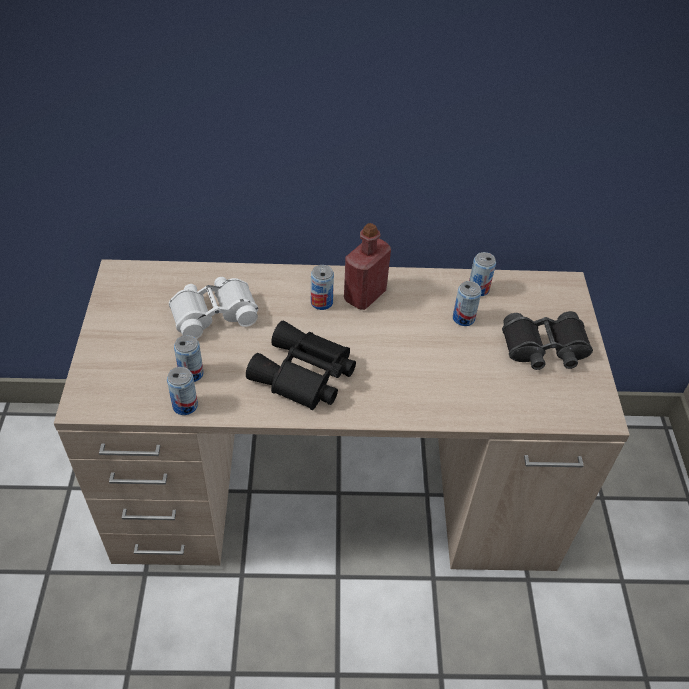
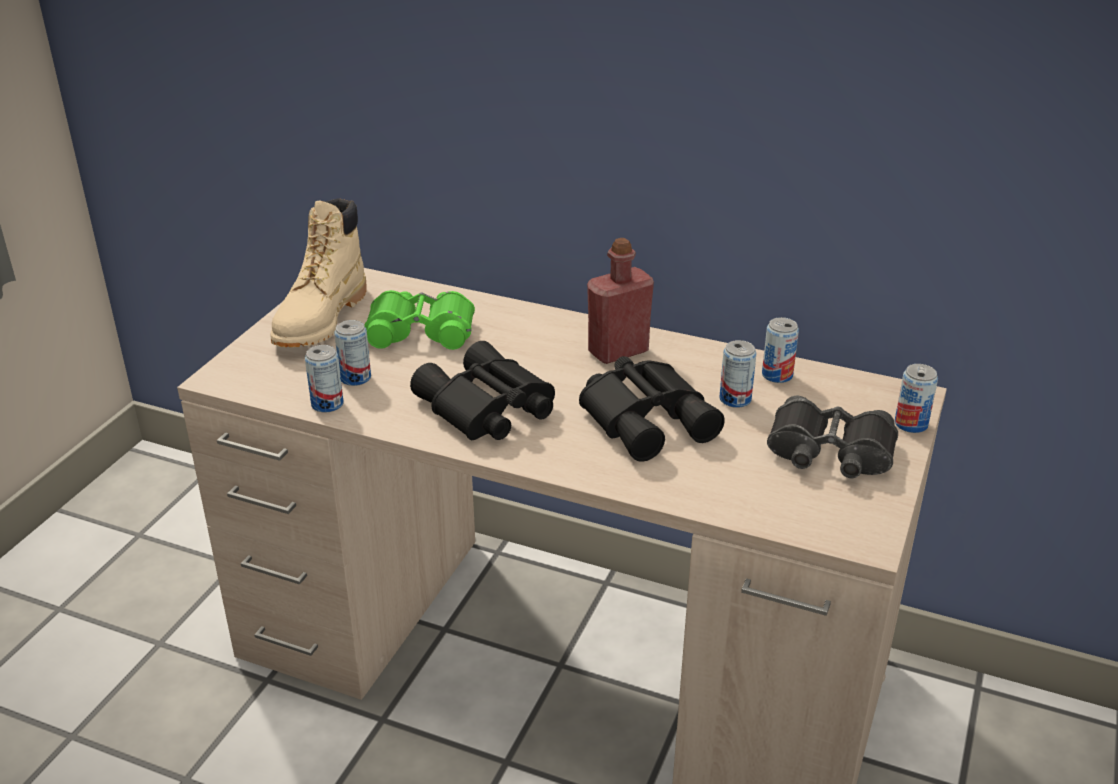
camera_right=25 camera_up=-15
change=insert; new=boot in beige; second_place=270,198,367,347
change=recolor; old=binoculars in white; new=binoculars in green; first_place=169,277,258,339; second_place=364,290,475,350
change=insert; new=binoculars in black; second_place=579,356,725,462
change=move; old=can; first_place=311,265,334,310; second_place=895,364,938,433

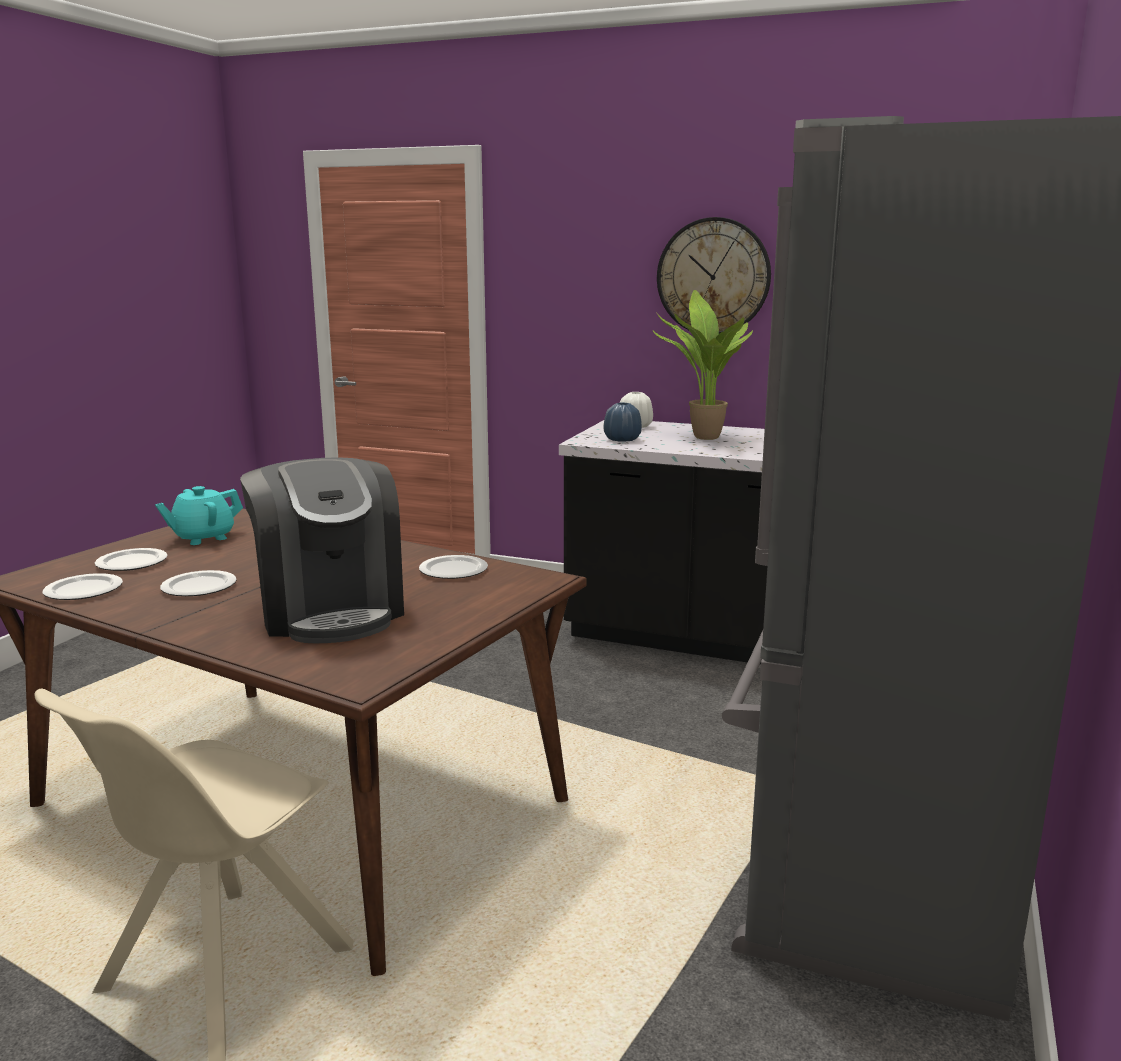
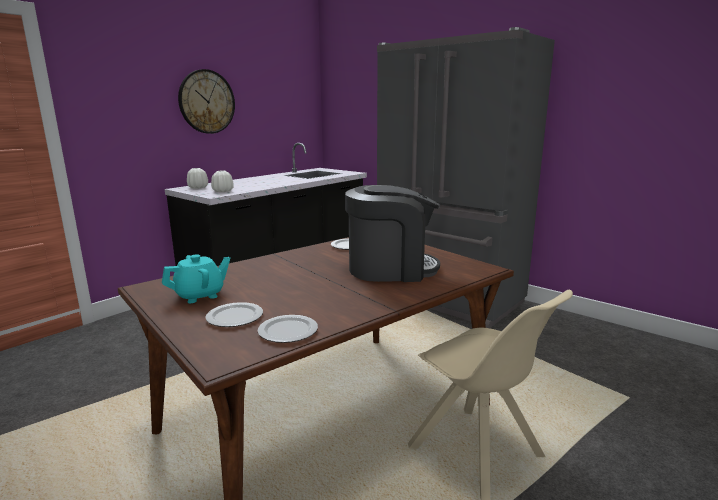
camera_right=-70 camera_up=0
change=rotate; old=teapot in turquoise; first_place=155,486,243,545; second_place=162,255,230,303; degrees=-105
change=recolor; old=vase in blue; new=vase in white; first_place=604,403,642,442; second_place=211,171,234,192
change=delete; old=plate; first_place=160,570,237,596
change=delete; old=potted plant; first_place=653,290,753,440

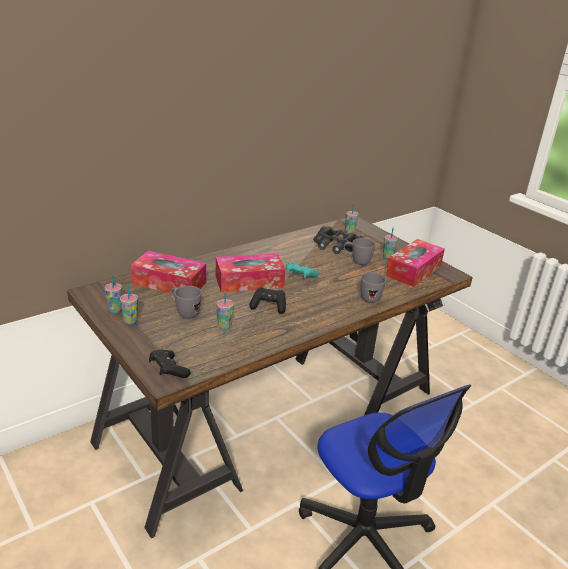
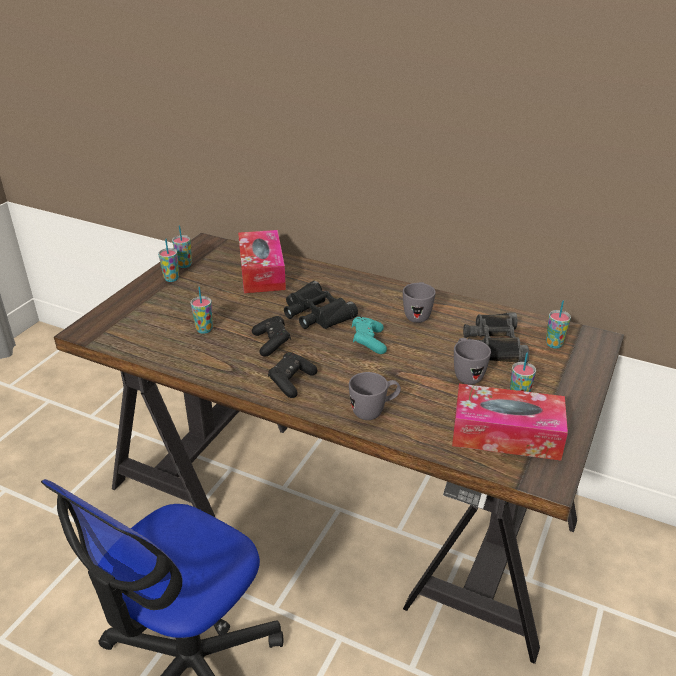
camera_right=65 camera_up=5
change=move; old=game controller in black; first_place=149,350,191,378; second_place=268,352,317,398
change=replace; old=tissue box; new=binoculars in black; first_place=216,253,286,293; second_place=284,281,358,329
change=move; old=mug in grey; first_place=171,286,202,319; second_place=403,282,436,323

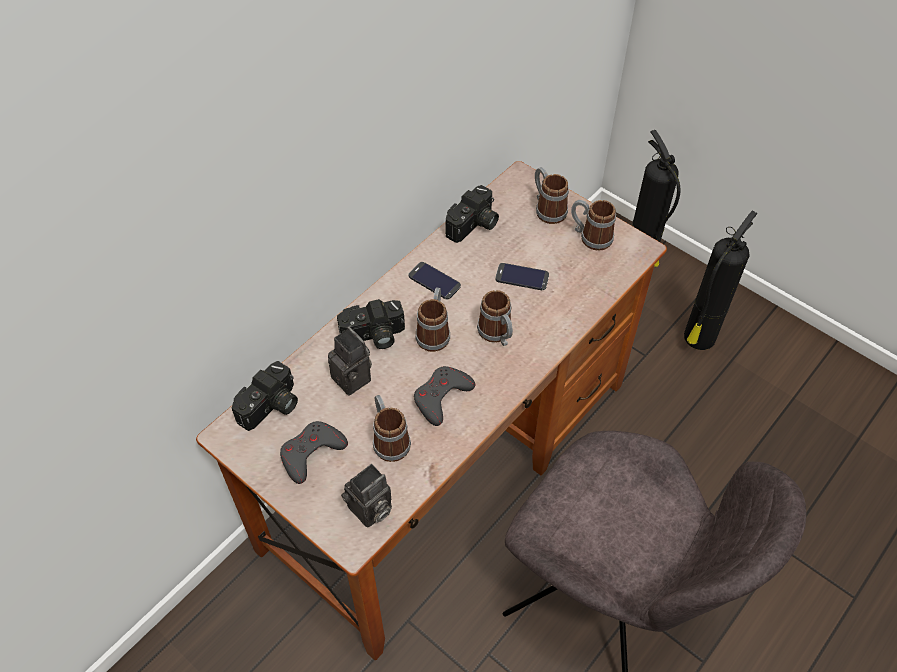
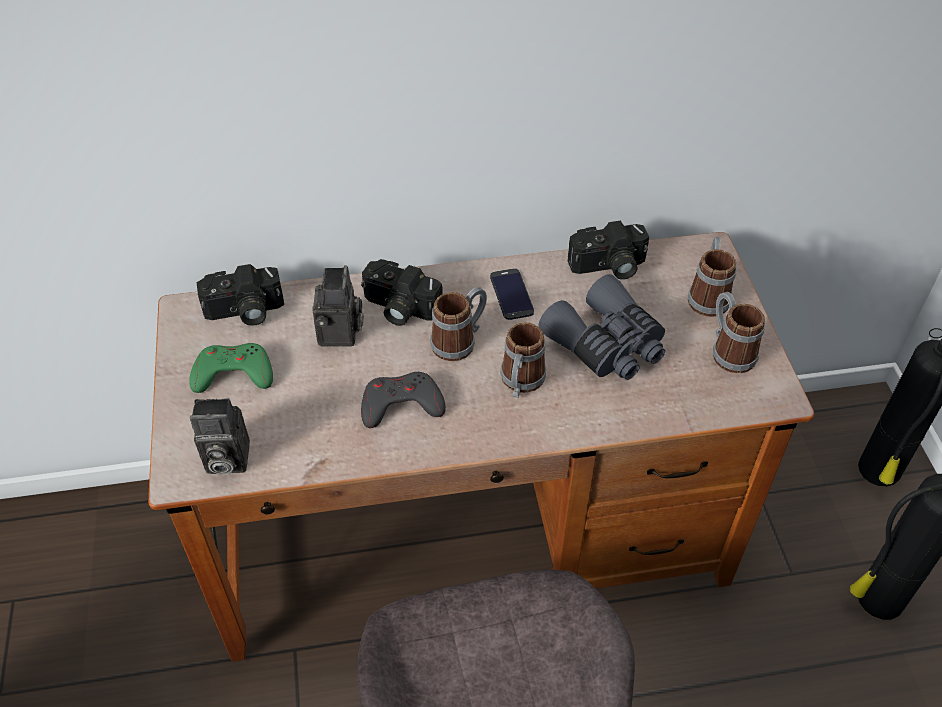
camera_right=40 camera_up=-5
change=recolor; old=game controller in grey; new=game controller in green; first_place=280,421,348,484; second_place=189,343,273,393
change=replace; old=phone; new=binoculars in grey; first_place=495,263,549,290; second_place=539,274,665,380
change=delete; old=mug; first_place=373,395,411,462

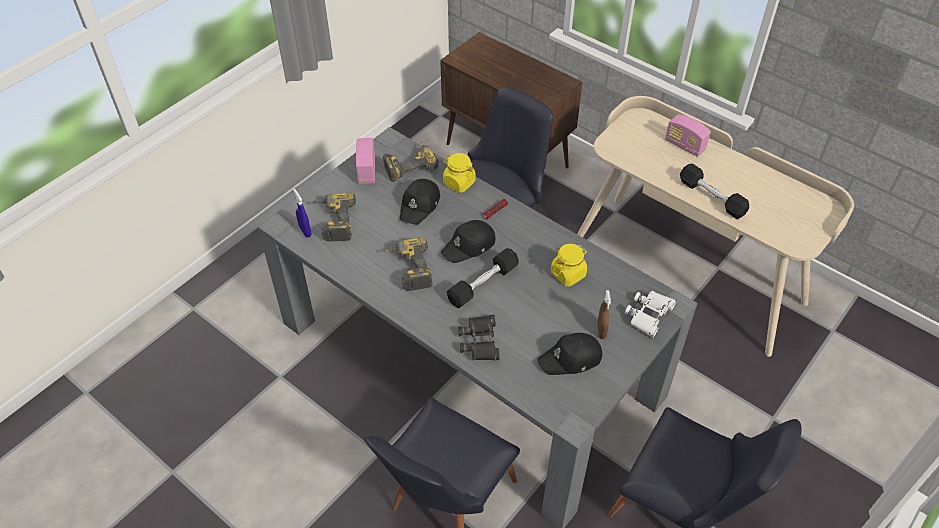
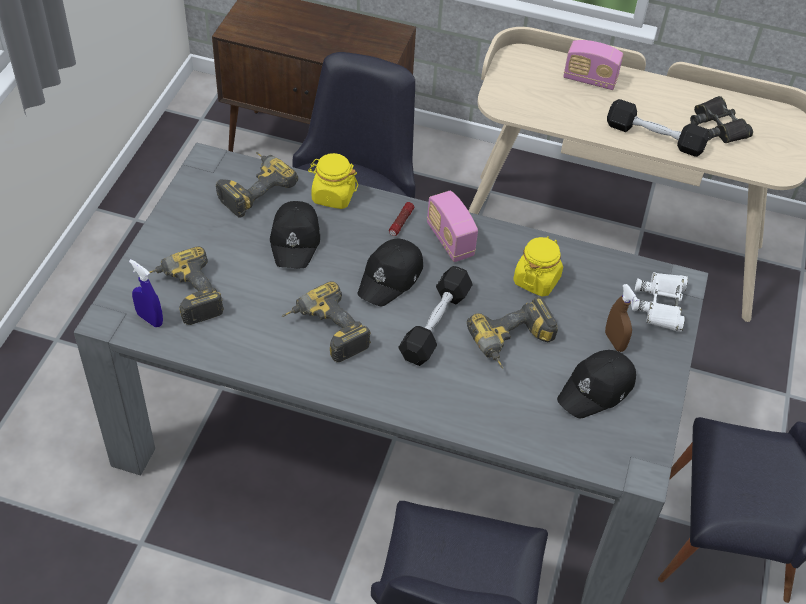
camera_right=-25 camera_up=0
change=move; old=radio; first_place=356,138,375,184; second_place=427,191,478,262
change=insert; new=power drill; second_place=467,296,558,369
change=move; old=binoculars in black; first_place=458,315,500,361; second_place=690,96,753,143

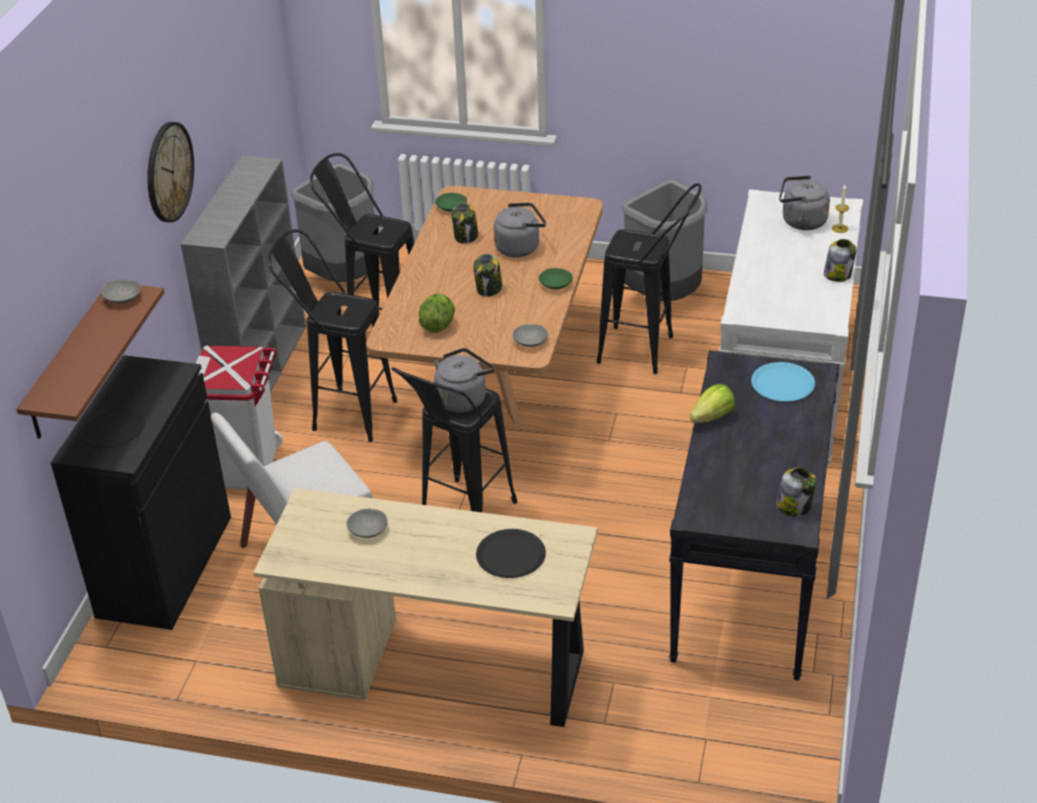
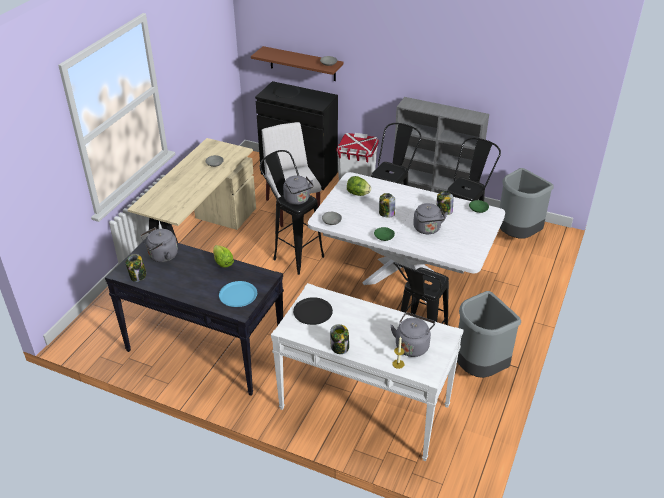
camera_right=100 camera_up=0
change=insert; new=kettle in grey; second_place=140,227,178,262
change=move; old=plate in black; first_place=476,529,546,578; second_place=293,297,333,325
change=recolor; old=dining table in brown; new=dining table in white; first_place=366,186,603,425; second_place=308,172,505,303
change=delete; old=wall clock; first_place=147,122,194,222

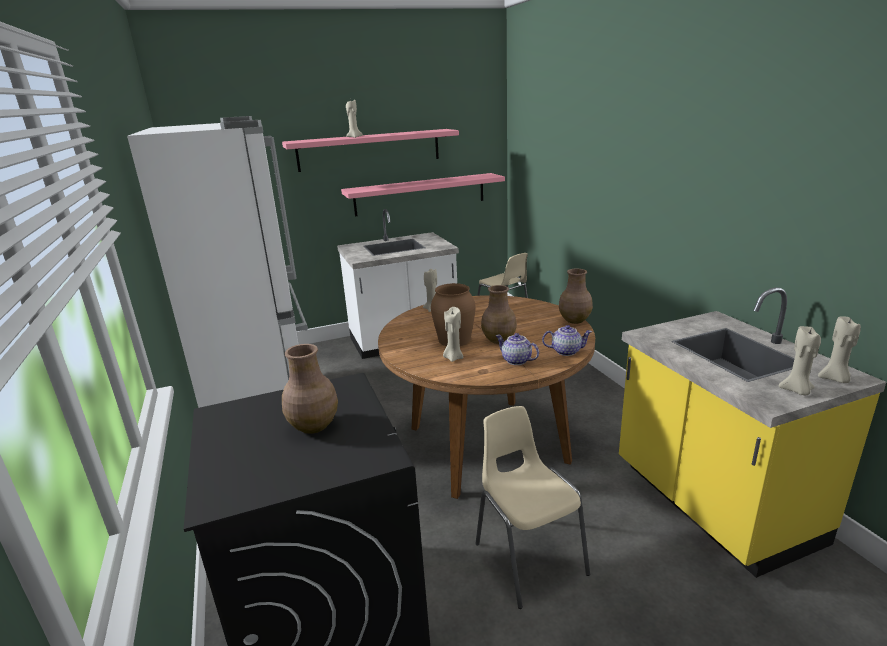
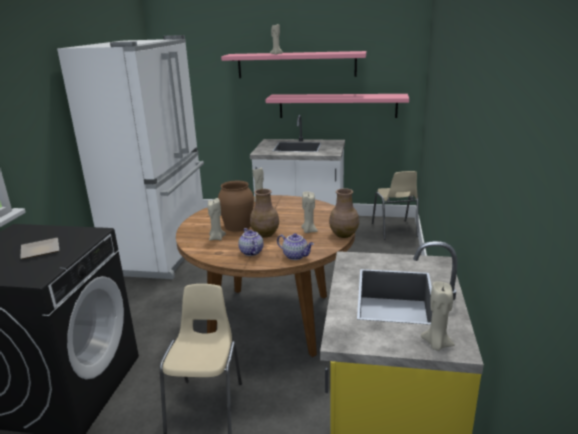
camera_right=30 camera_up=0
change=replace; old=vase in brown; new=plate; first_place=282,344,338,434; second_place=20,238,59,259
change=move; old=candle in beige; first_place=779,326,821,395; second_place=301,191,318,233

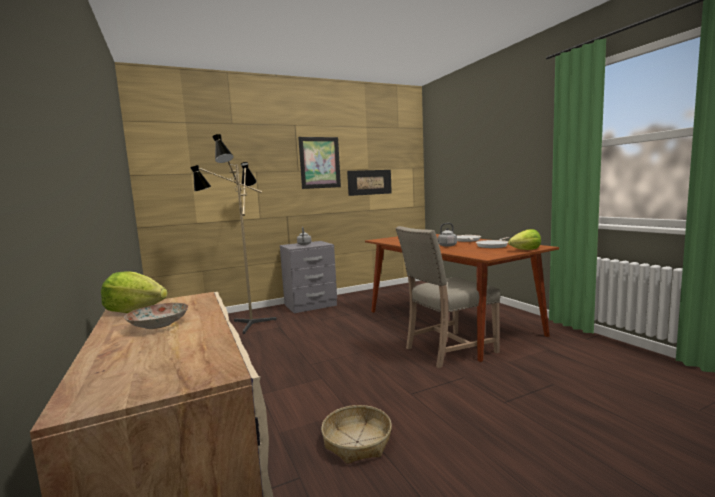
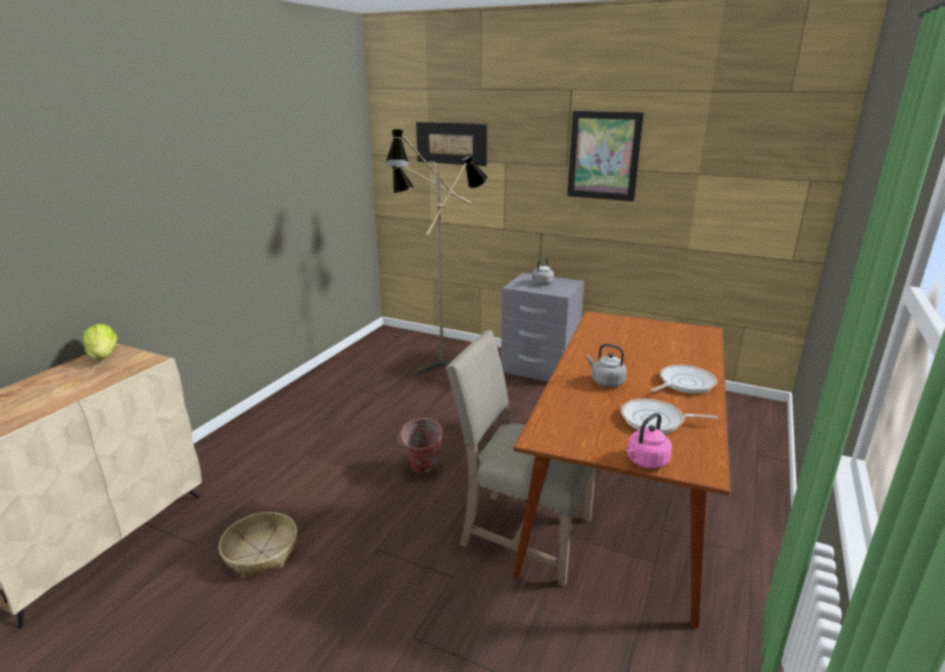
camera_right=50 camera_up=15
change=insert; new=bucket; second_place=397,418,443,474
change=move; old=picture; first_place=347,170,392,196; second_place=416,122,487,166
change=replace; old=lettuce; new=kettle in pink; first_place=508,229,541,250; second_place=626,413,672,469
change=delete; old=plate; first_place=124,303,188,329

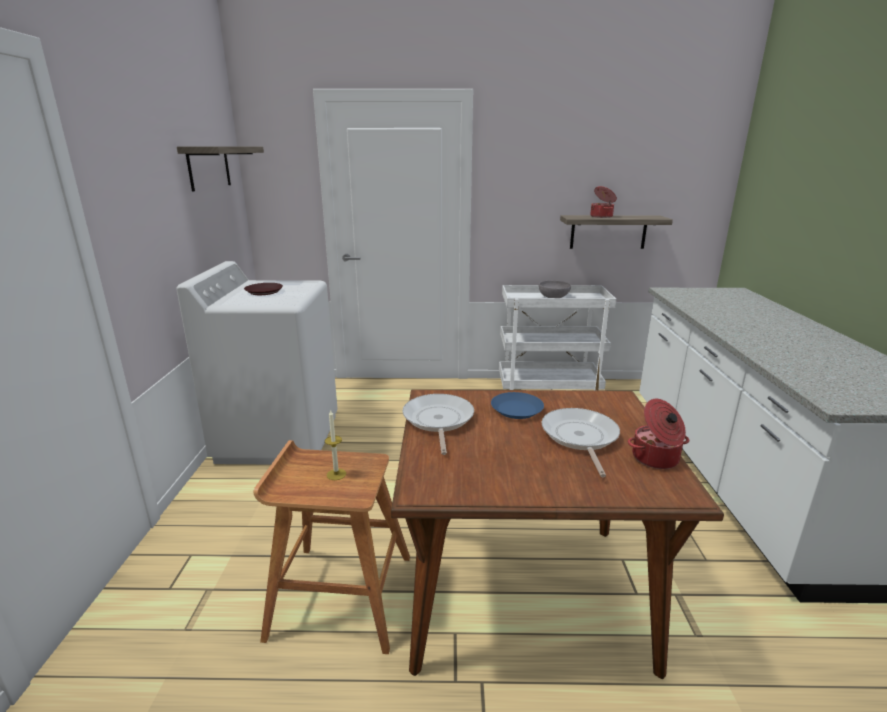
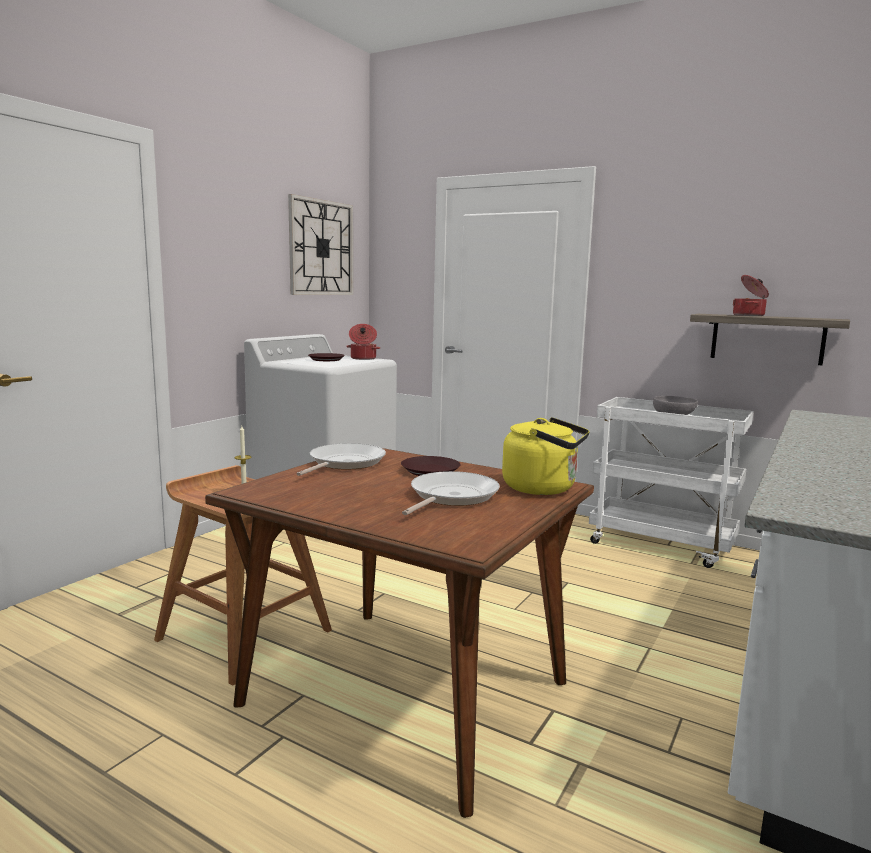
camera_right=30 camera_up=-10
change=replace; old=shelf; new=wall clock; first_place=177,146,264,192; second_place=288,194,353,295
change=move; old=cooking pot; first_place=628,399,689,469; second_place=346,324,380,360
change=recolor; old=plate in blue; new=plate in brown; first_place=491,392,544,419; second_place=401,456,461,476
change=insert; new=kettle in yellow; second_place=502,417,590,495

